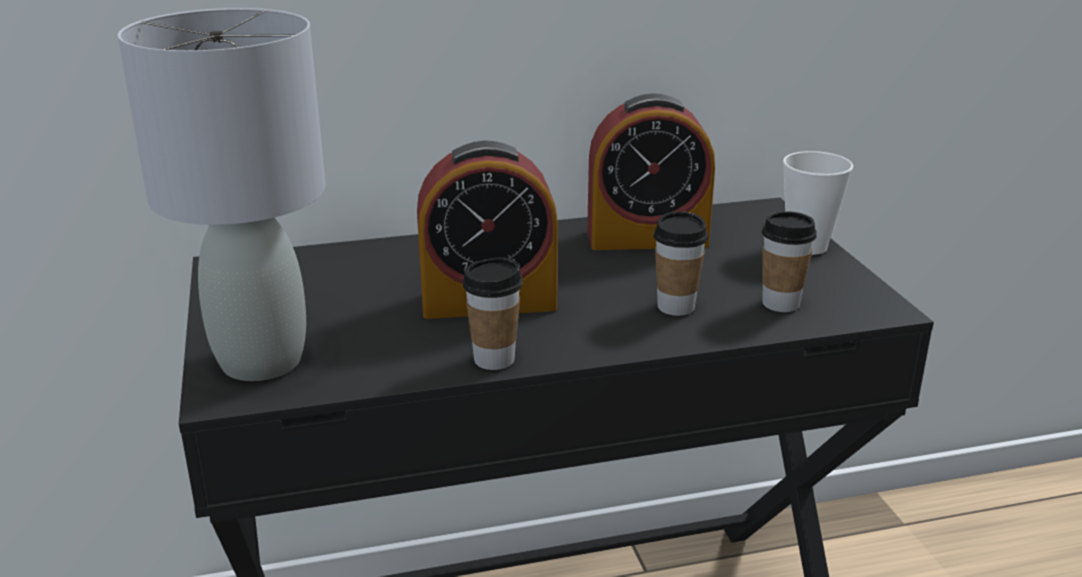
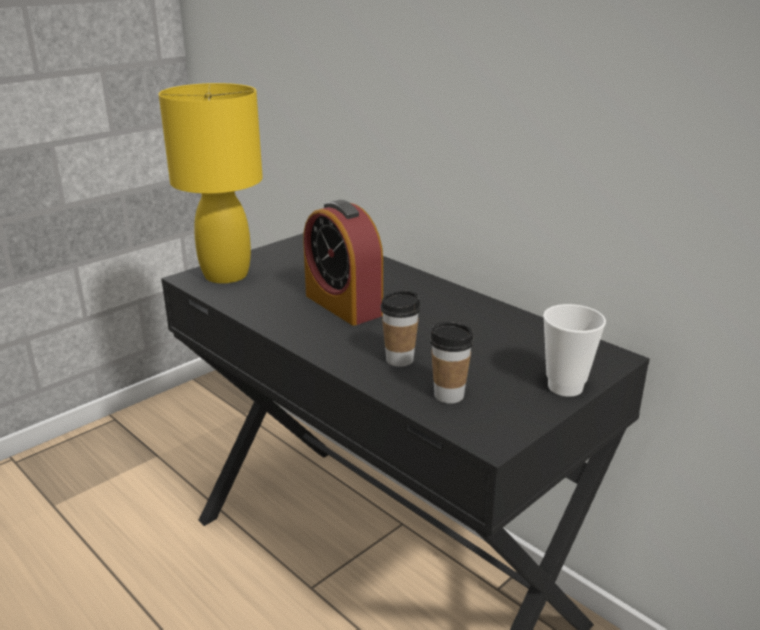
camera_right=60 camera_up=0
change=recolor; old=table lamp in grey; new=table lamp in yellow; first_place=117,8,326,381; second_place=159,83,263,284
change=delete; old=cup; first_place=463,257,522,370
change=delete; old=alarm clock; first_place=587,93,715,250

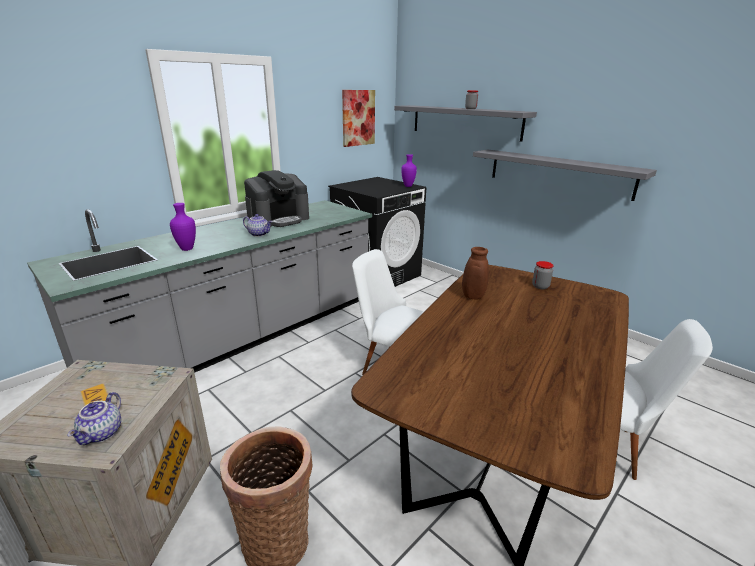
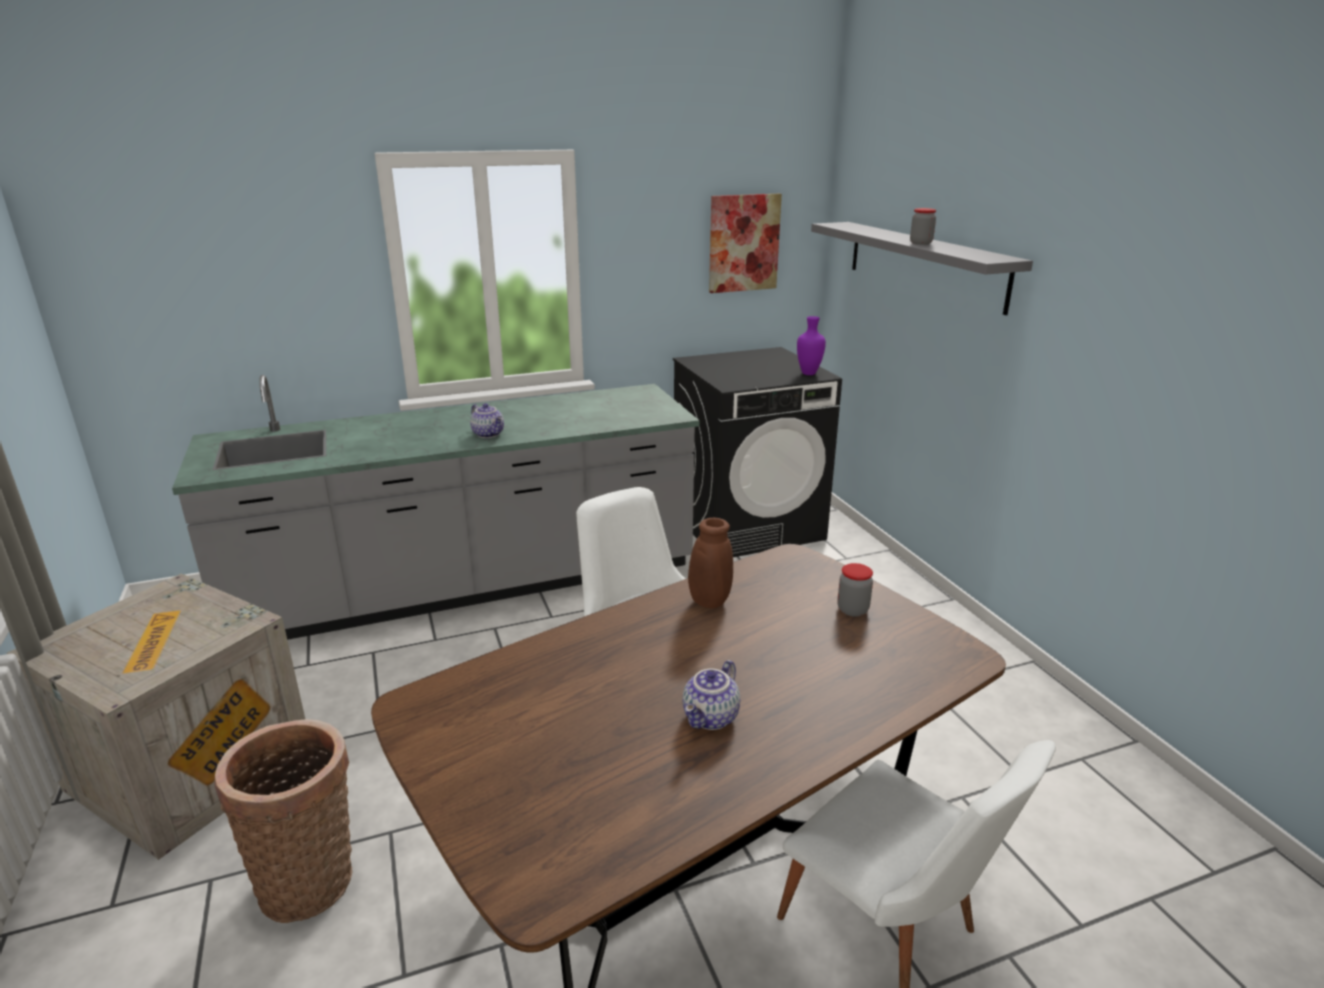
camera_right=25 camera_up=0
change=move; old=teapot; first_place=67,392,121,445; second_place=682,660,740,730
change=delete; old=vase in purple; first_place=170,203,196,251
change=delete; old=coffee machine; first_place=244,170,309,227
change=delete; old=shelf in grey; first_place=473,149,657,201

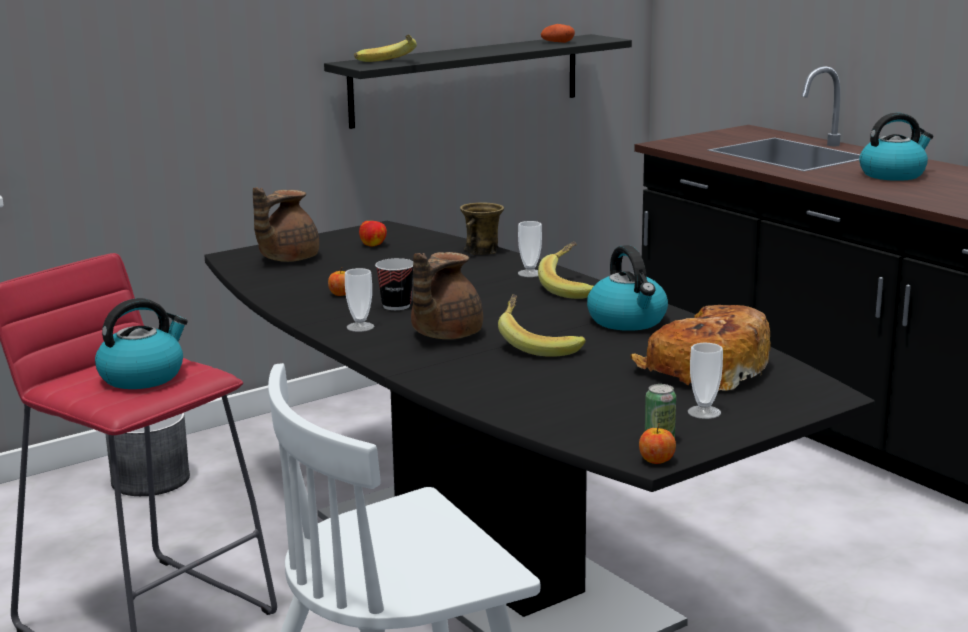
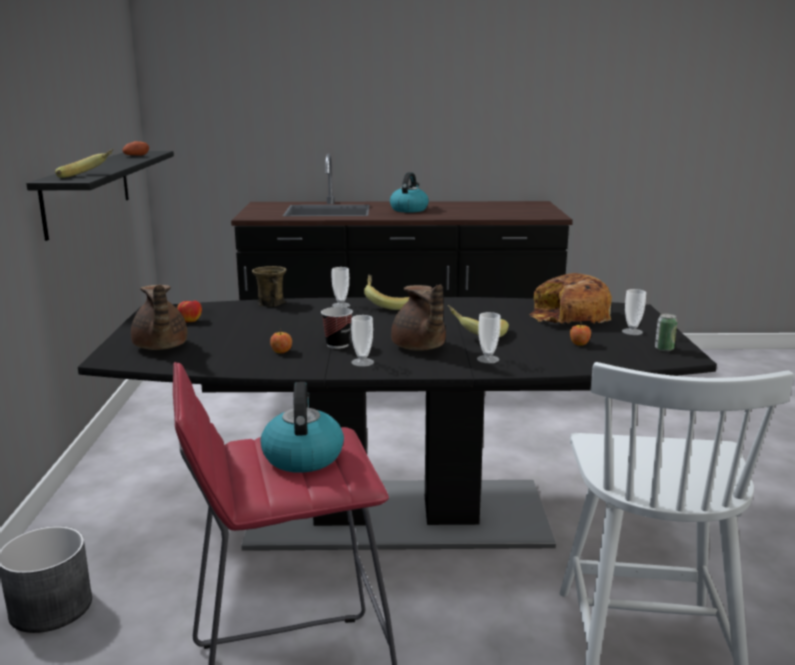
camera_right=-55 camera_up=0
change=insert; new=cup; second_place=477,312,501,363
change=move; old=apple; first_place=639,423,676,464; second_place=570,321,591,346
change=delete; old=kettle; first_place=587,245,668,331

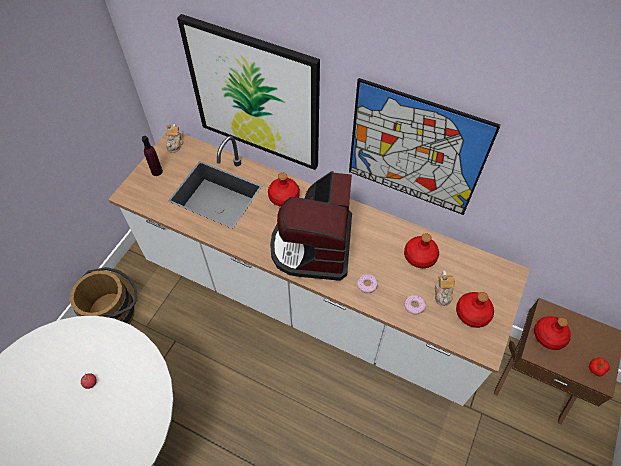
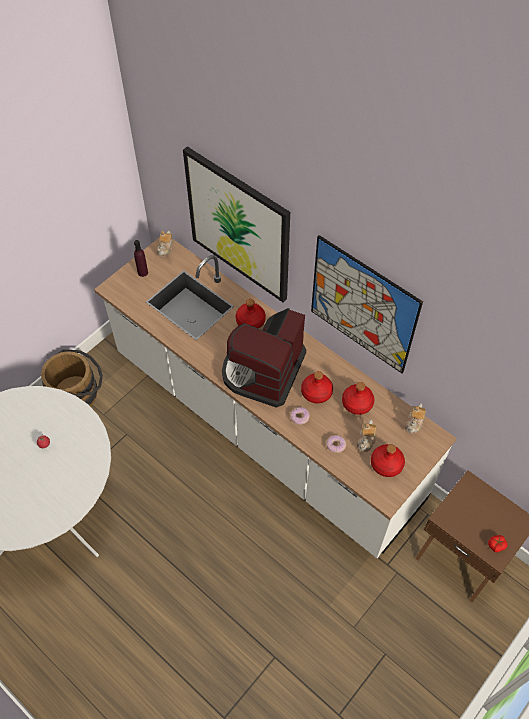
camera_right=15 camera_up=0
change=move; old=bottle in red; first_place=534,316,571,350; second_place=301,371,333,403
change=insert; new=teapot; second_place=405,403,426,434

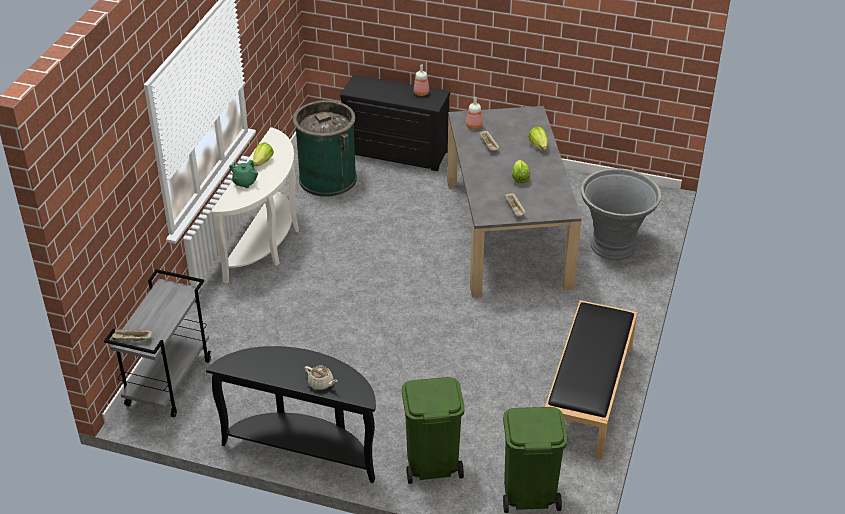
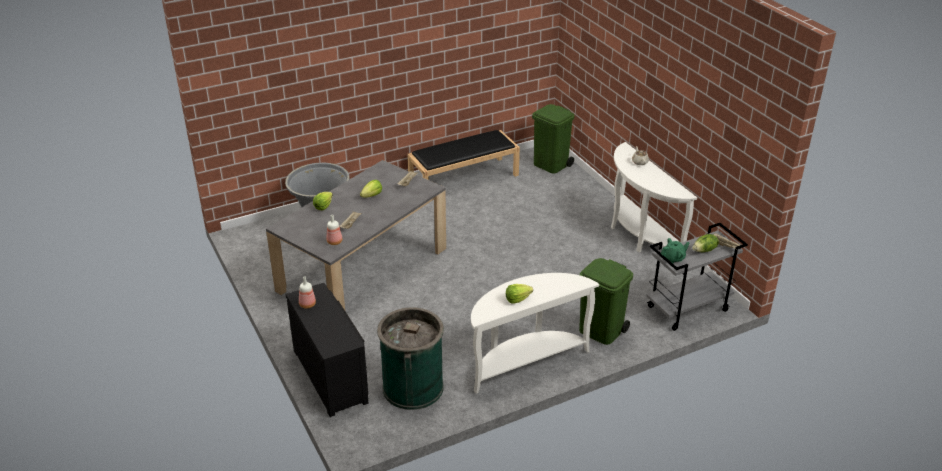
camera_right=-135 camera_up=-5
change=move; old=trash can in green; first_place=402,377,465,484; second_place=579,258,633,345
change=recolor; old=console table in black; new=console table in white; first_place=206,346,376,483; second_place=611,142,697,252
change=move; old=teapot in green; first_place=229,160,258,188; second_place=661,238,690,263
change=insert; new=lettuce; second_place=692,234,719,252

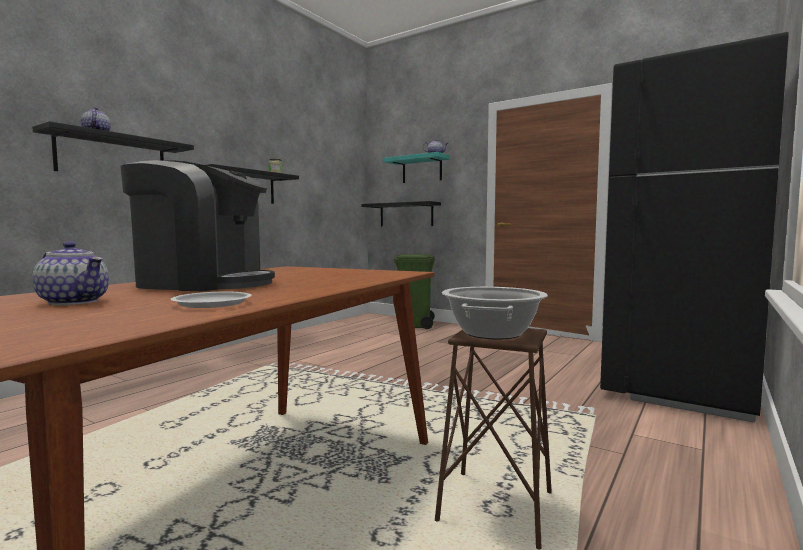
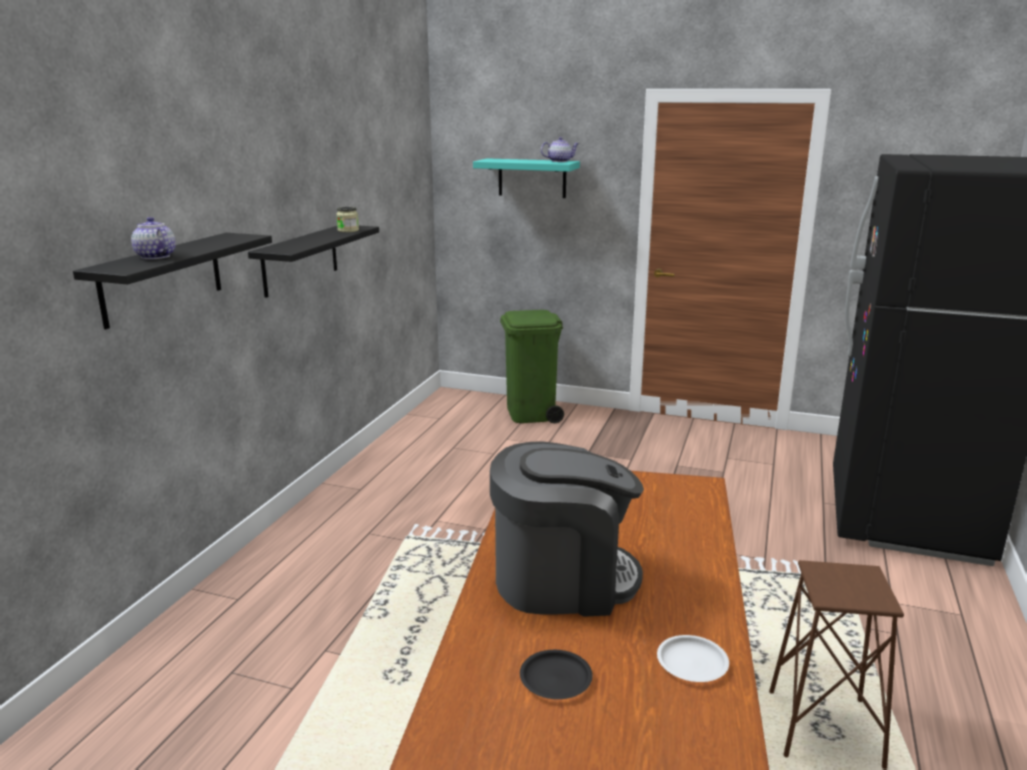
camera_right=-15 camera_up=15
change=replace; old=teapot; new=plate in black; first_place=32,241,109,305; second_place=520,650,593,699
change=delete; old=shelf in black; first_place=361,201,441,227
change=delete; old=cooking pot; first_place=442,287,548,339

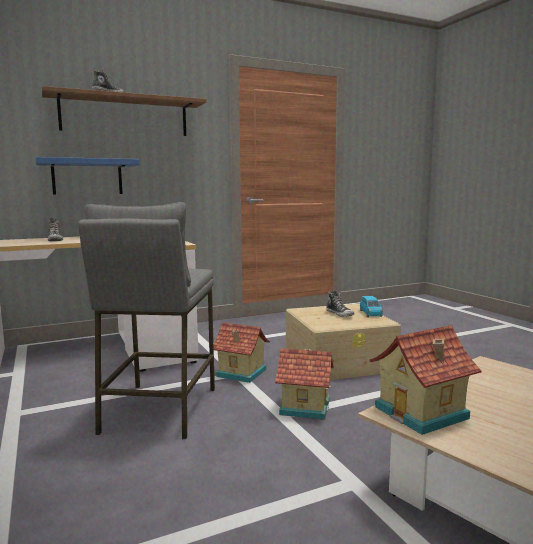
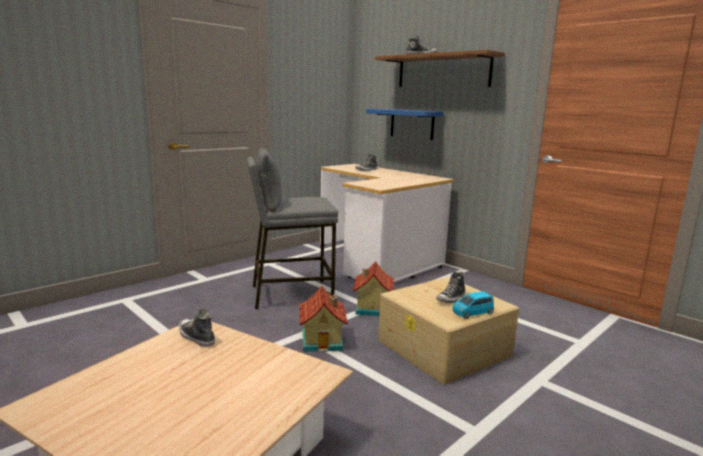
camera_right=70 camera_up=5
change=replace; old=toy house; new=shoe; first_place=369,325,482,435; second_place=179,309,215,347

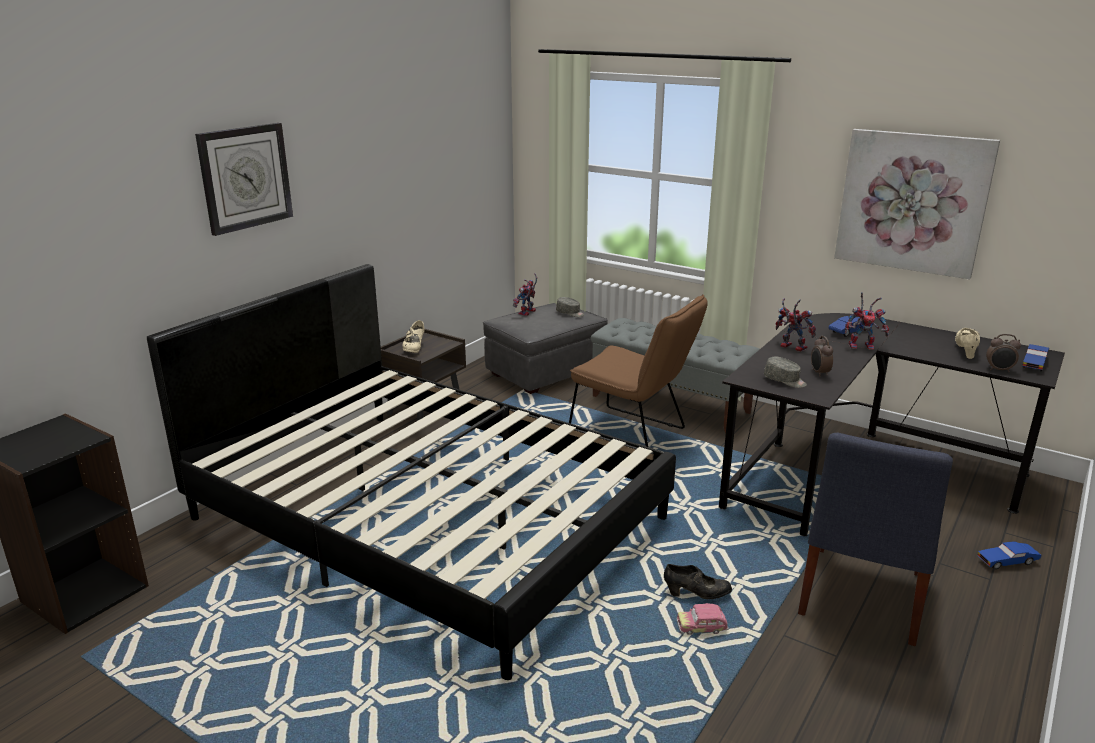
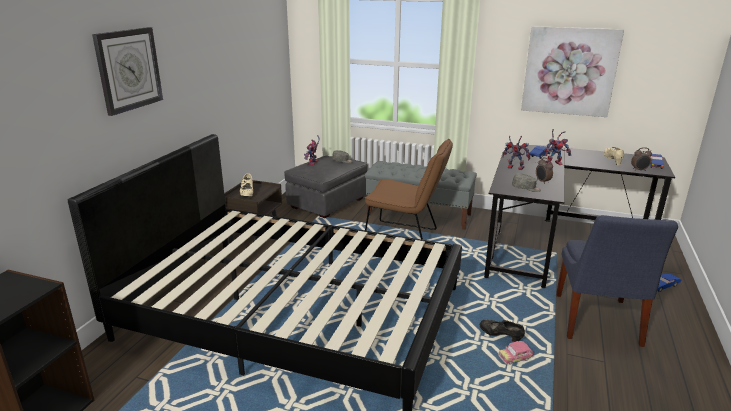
camera_right=-15 camera_up=0
change=rotate; old=shoe in black; first_place=664,564,732,599; second_place=480,319,525,342; degrees=-135

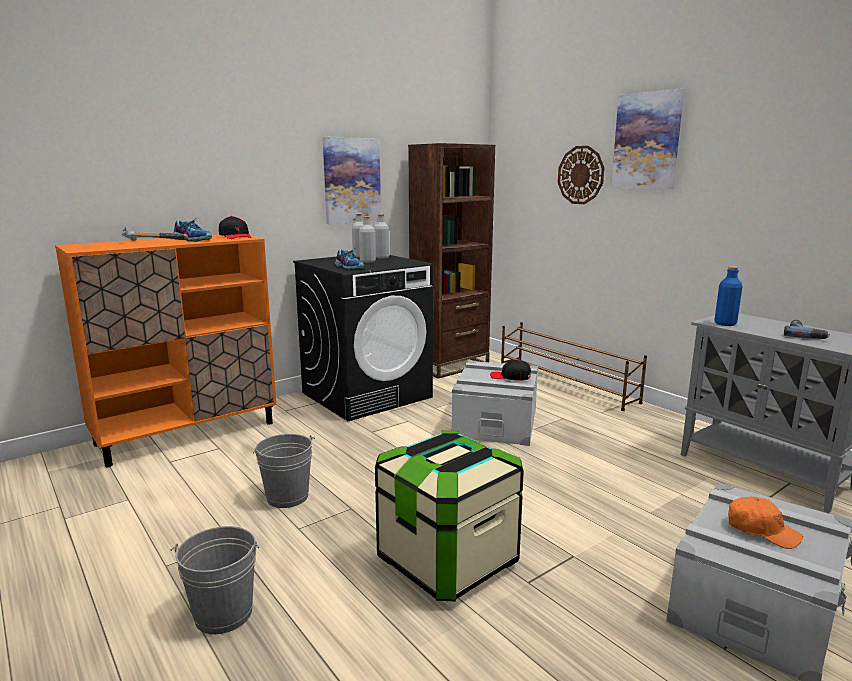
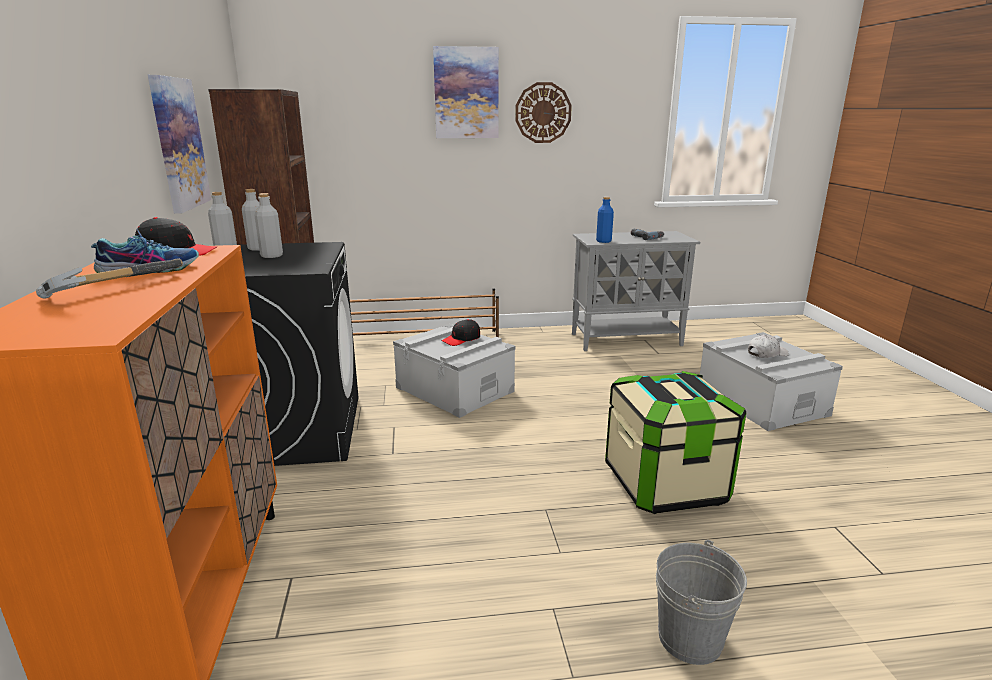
camera_right=-60 camera_up=5
change=move; old=wall clock; first_place=558,146,604,204; second_place=515,82,572,143
change=recolor; old=cap in orange; new=cap in white; first_place=728,497,803,549; second_place=748,334,789,358
change=delete; old=bucket in grey; first_place=253,434,315,508
change=delete; old=shoe; first_place=335,248,364,270

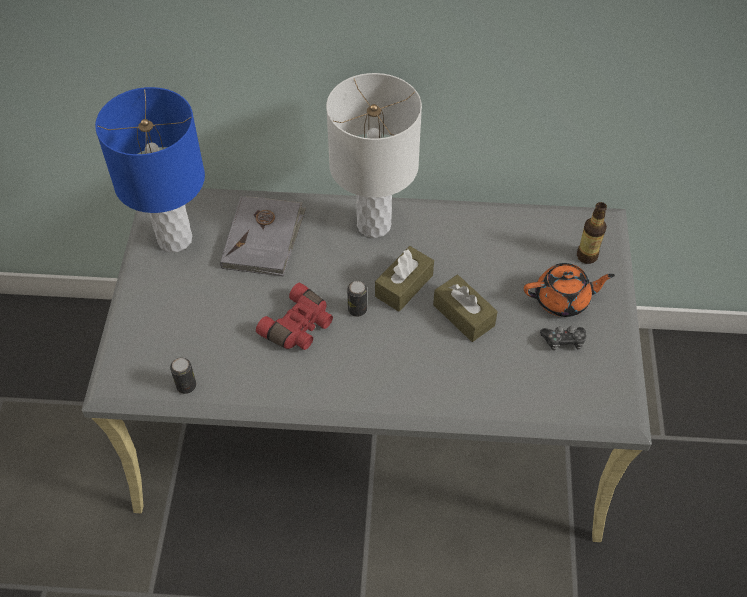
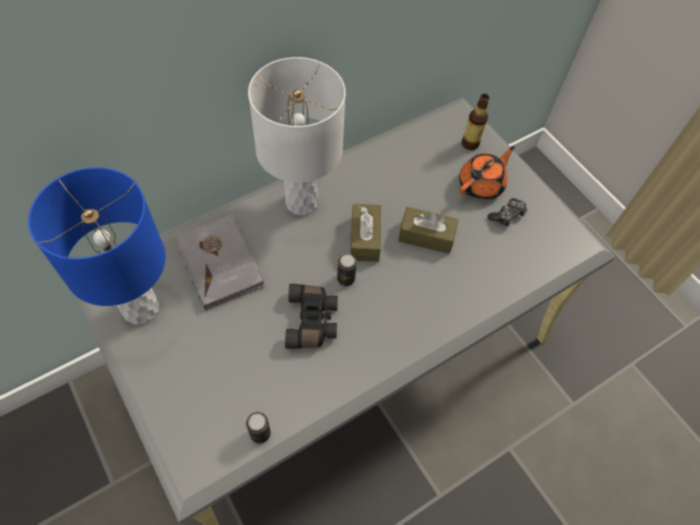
camera_right=-40 camera_up=5
change=recolor; old=binoculars in red; new=binoculars in black; first_place=256,283,333,350; second_place=285,284,338,349

